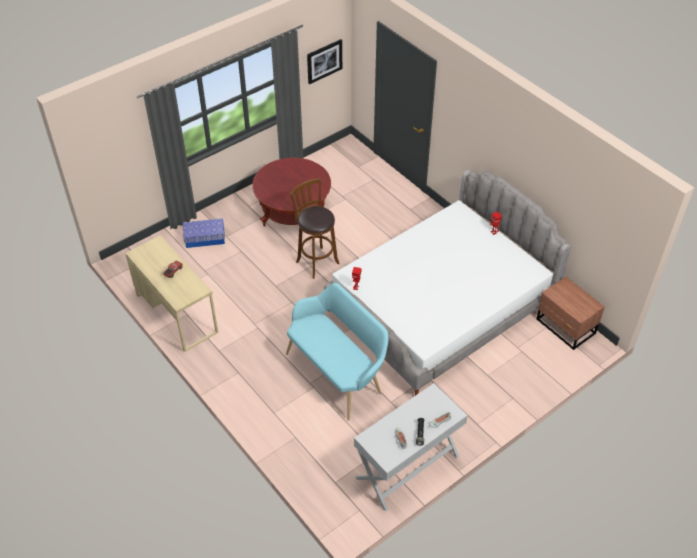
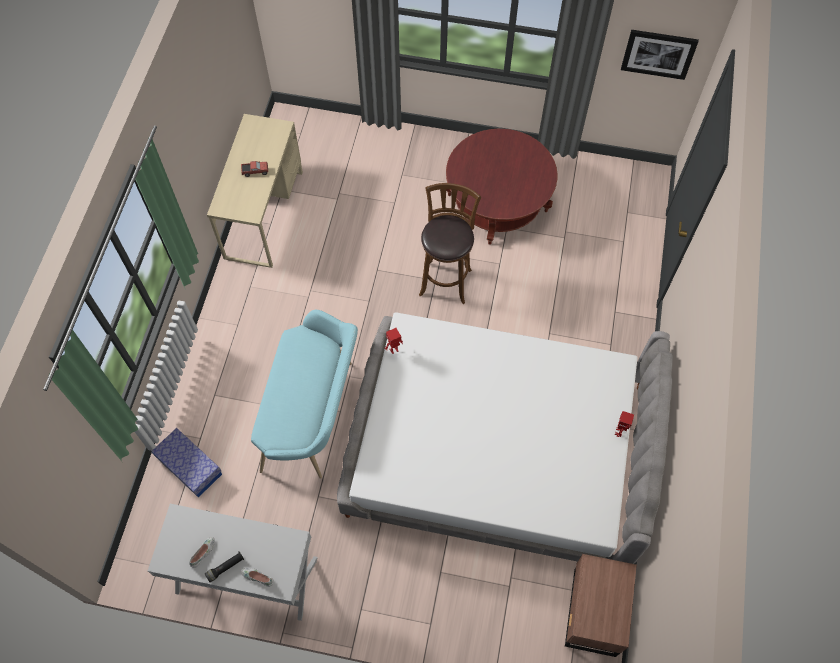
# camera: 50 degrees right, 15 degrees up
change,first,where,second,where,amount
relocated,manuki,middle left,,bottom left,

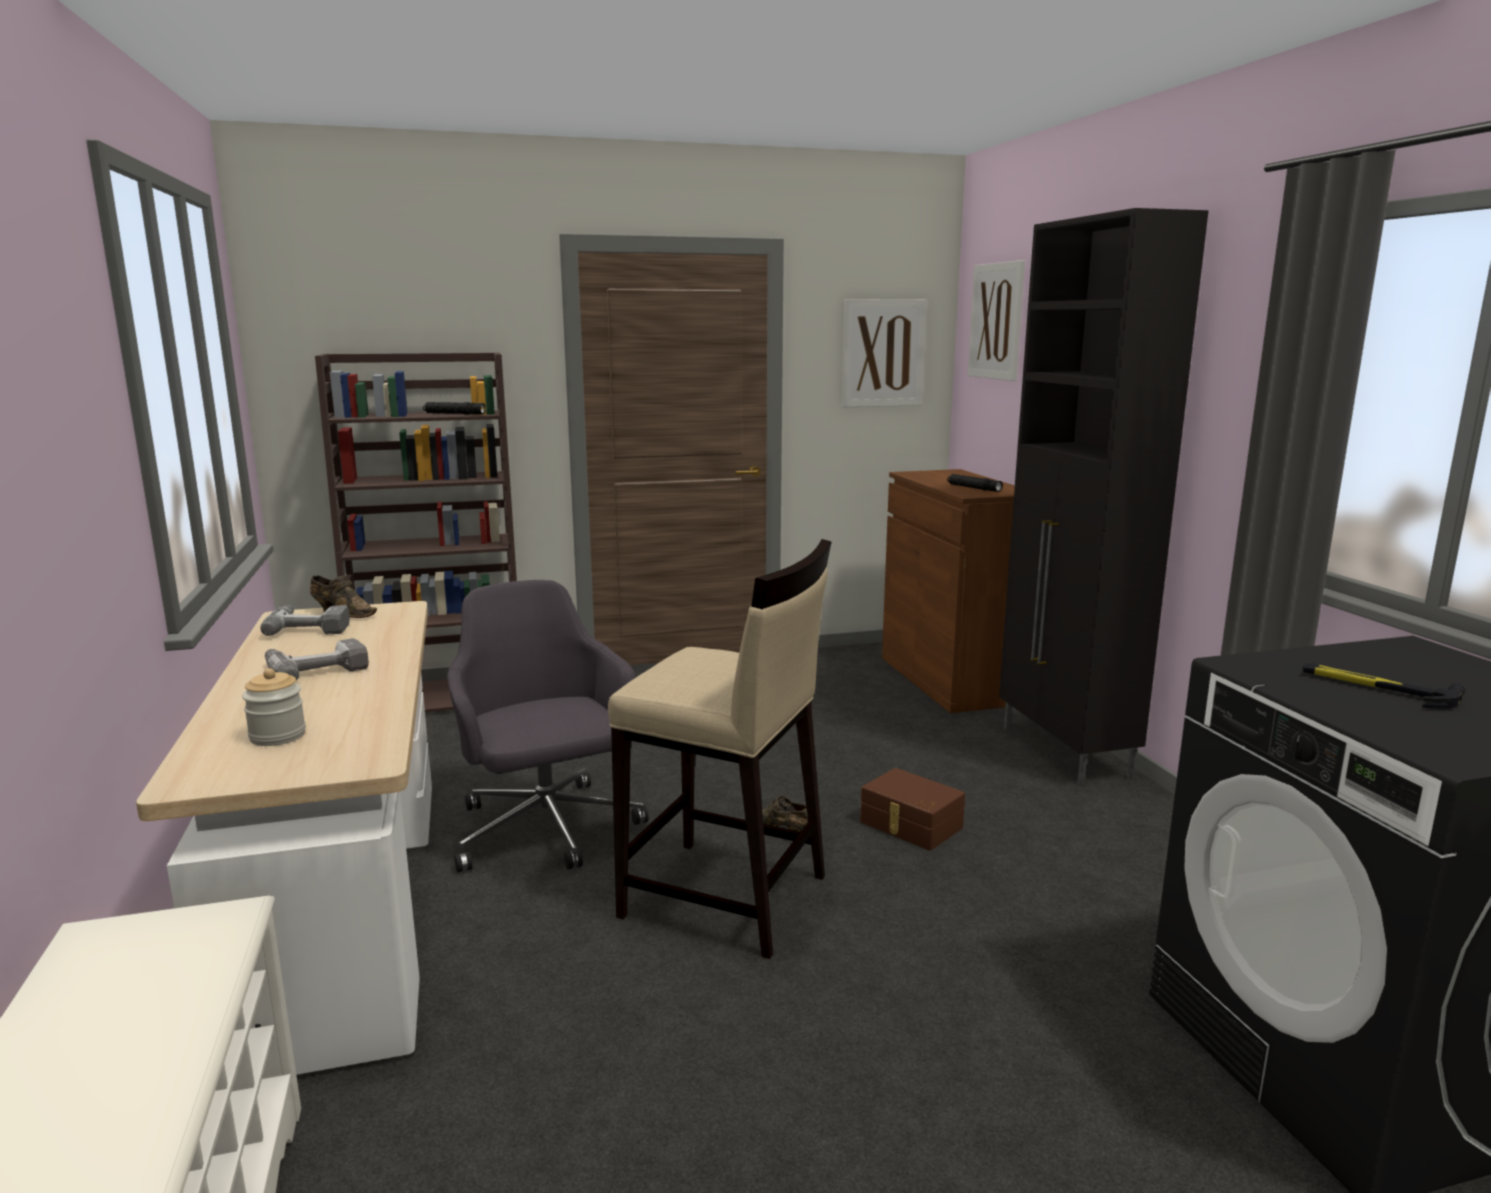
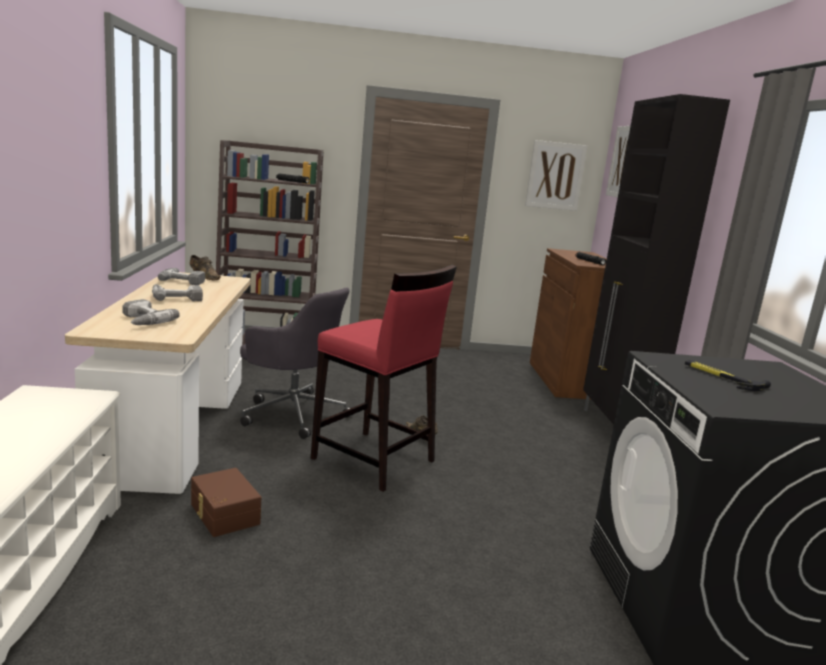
# camera: 10 degrees right, 0 degrees up
change,first,where,second,where,amount
relocated,brown_manuki,bottom centre,,bottom left,
exchanged,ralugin,middle left,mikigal (no. 1 from left),middle left,
colour,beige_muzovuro,centre,red_muzovuro,centre,
spun,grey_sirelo,centre,,centre,135 degrees clockwise

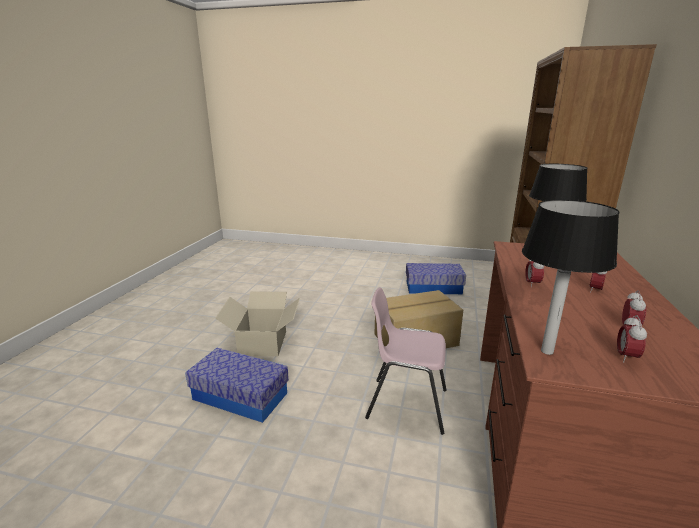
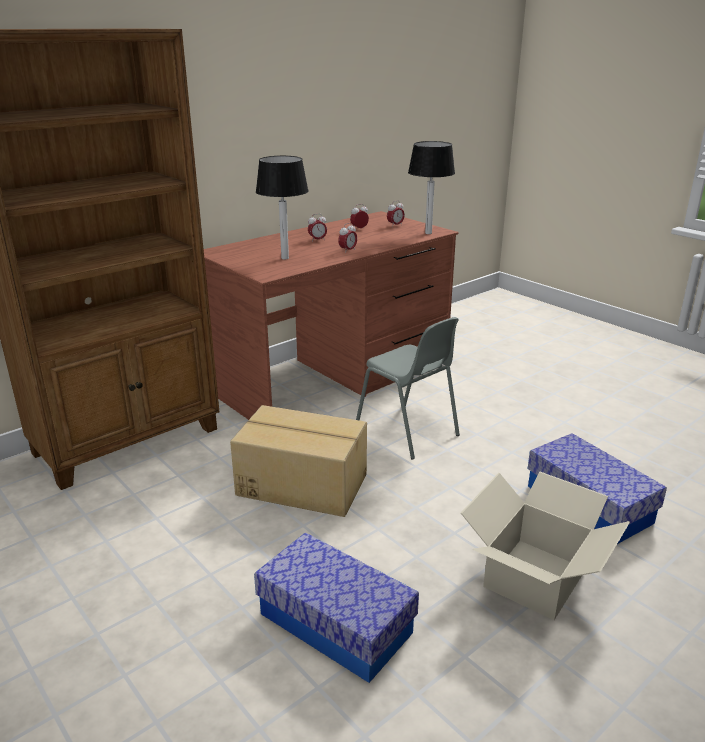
# camera: 145 degrees left, 5 degrees up
change,first,where,second,where,amount
relocated,manuki (no. 2 from left in the first image),centre,manuki (no. 1 from left),bottom centre,
colour,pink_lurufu,bottom centre,grey_lurufu,centre,

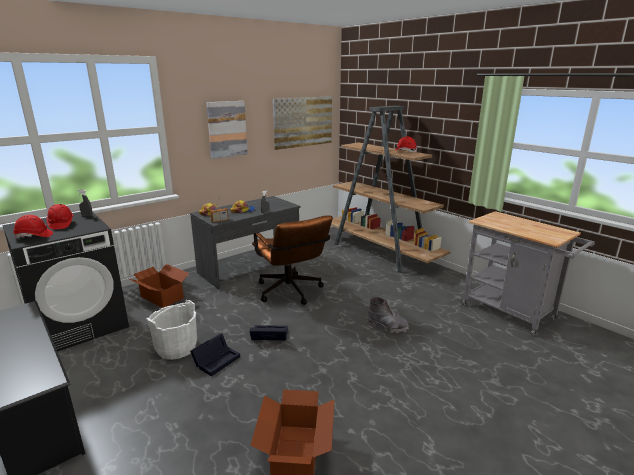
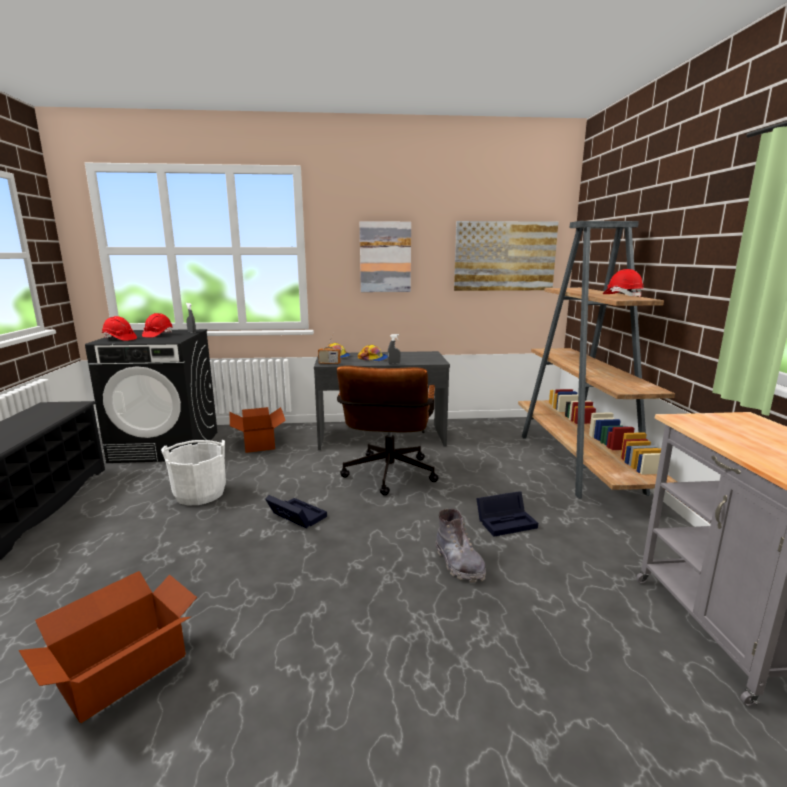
# camera: 35 degrees right, 5 degrees down
change,first,where,second,where,amount
relocated,black_manuki (no. 1 from left in the first image),bottom centre,black_manuki (no. 2 from left),centre,

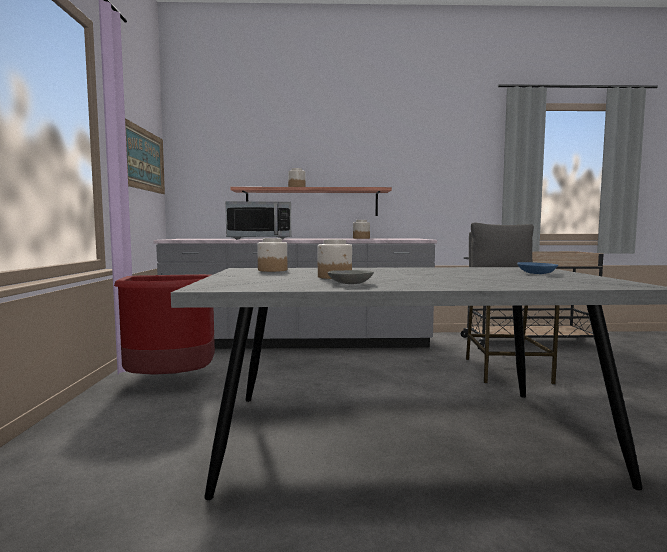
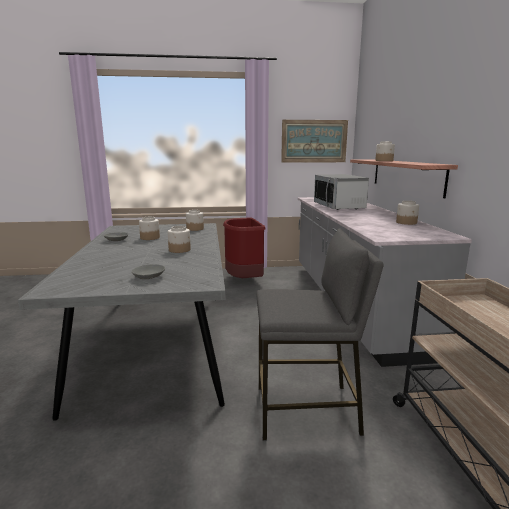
# camera: 85 degrees right, 10 degrees up
change,first,where,second,where,amount
appeared,,,ralugin (no. 2 from left),centre,
colour,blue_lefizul,middle right,grey_lefizul (no. 2 from left),middle left,

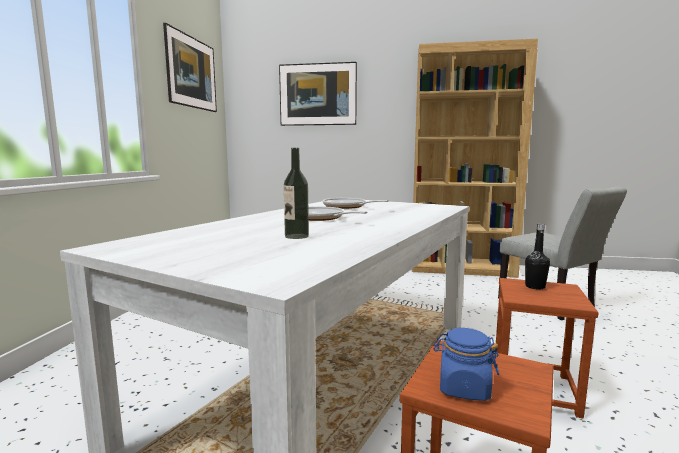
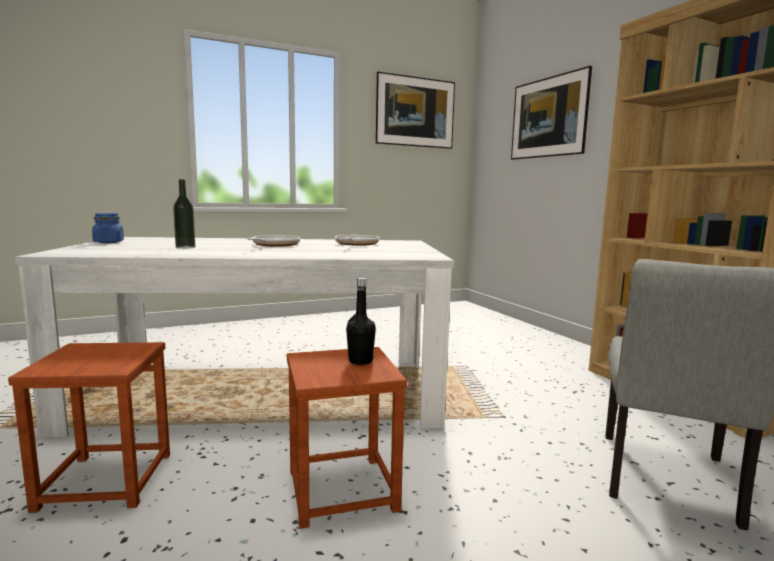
# camera: 55 degrees right, 0 degrees up
change,first,where,second,where,amount
relocated,blue_ralugin,bottom right,,middle left,

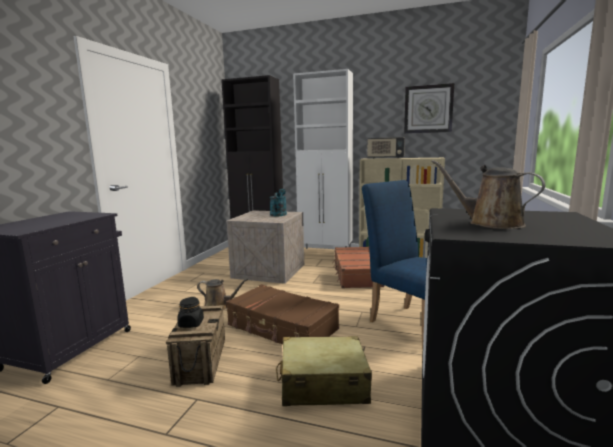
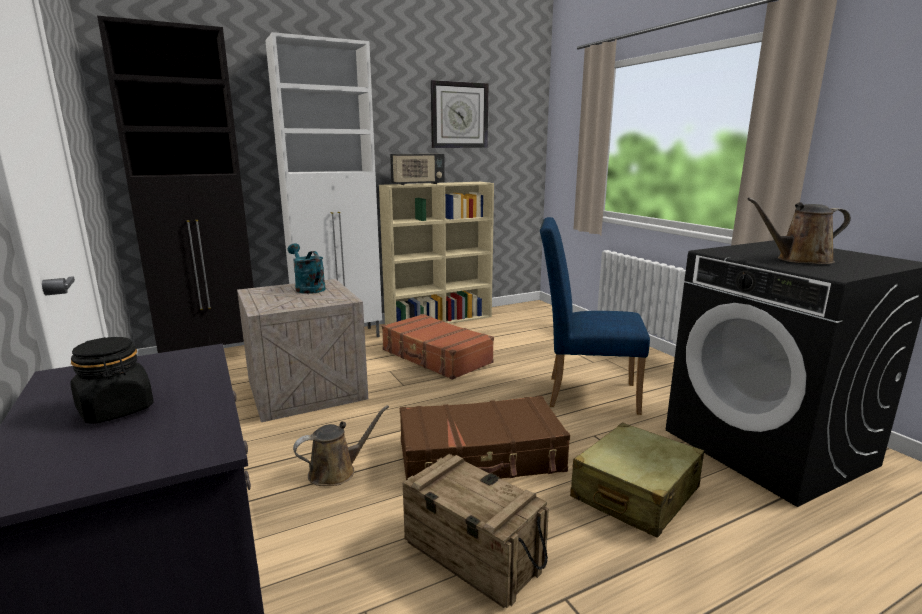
# camera: 45 degrees left, 5 degrees up
change,first,where,second,where,amount
relocated,black_ralugin,bottom left,,middle left,

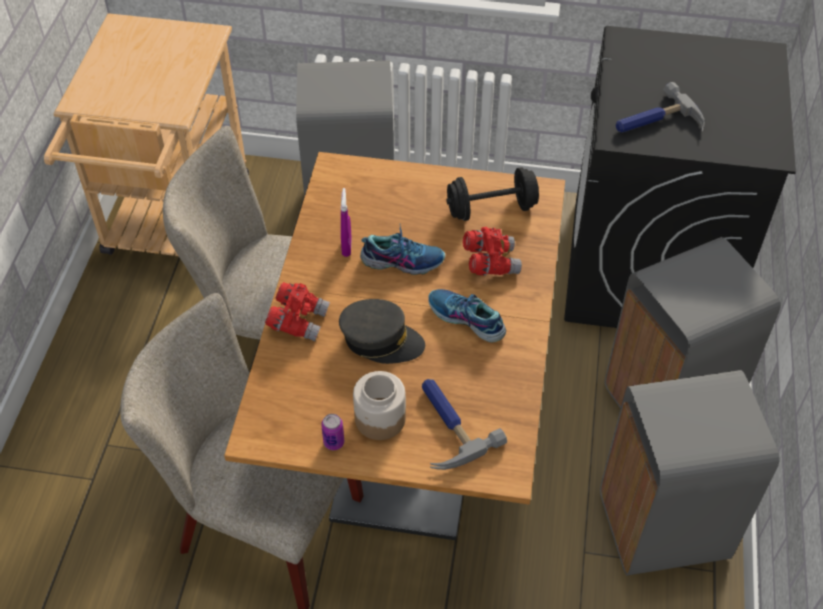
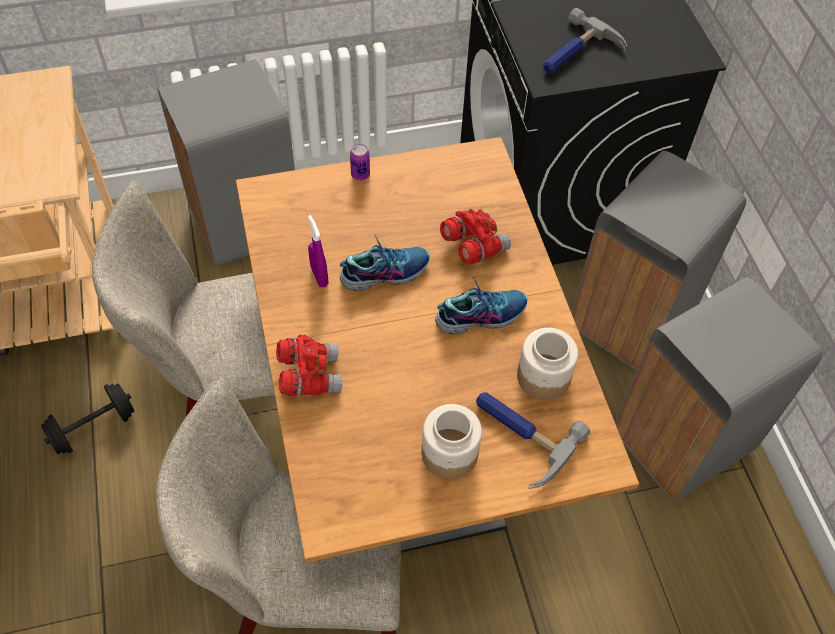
# camera: 25 degrees left, 5 degrees up
change,first,where,second,where,amount
missing,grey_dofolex,centre,,,
appeared,,,ralugin (no. 2 from left),centre,
relocated,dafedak,bottom centre,,top centre,
relocated,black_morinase,top centre,,middle left,
spun,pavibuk (no. 2 from left),centre,,centre,150 degrees clockwise

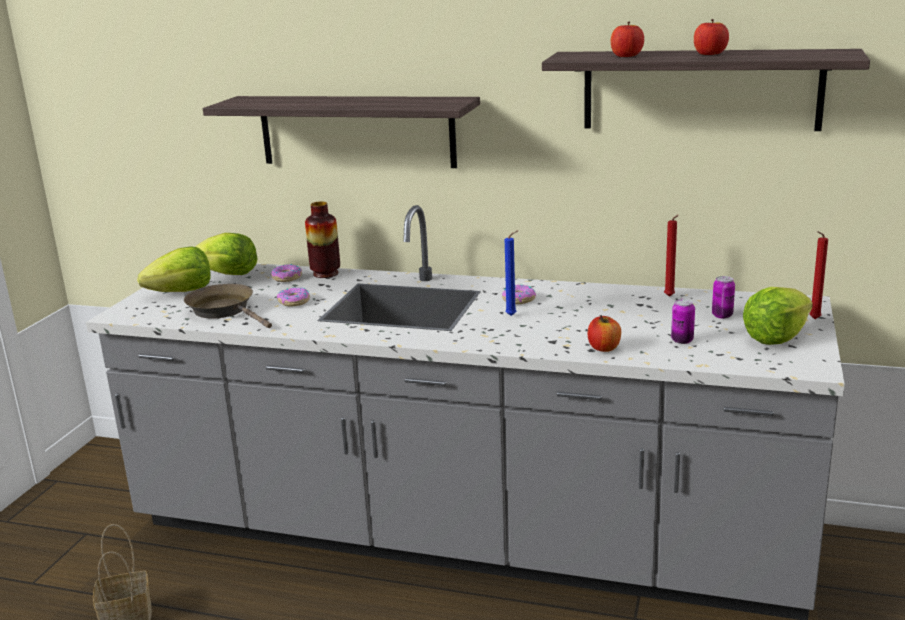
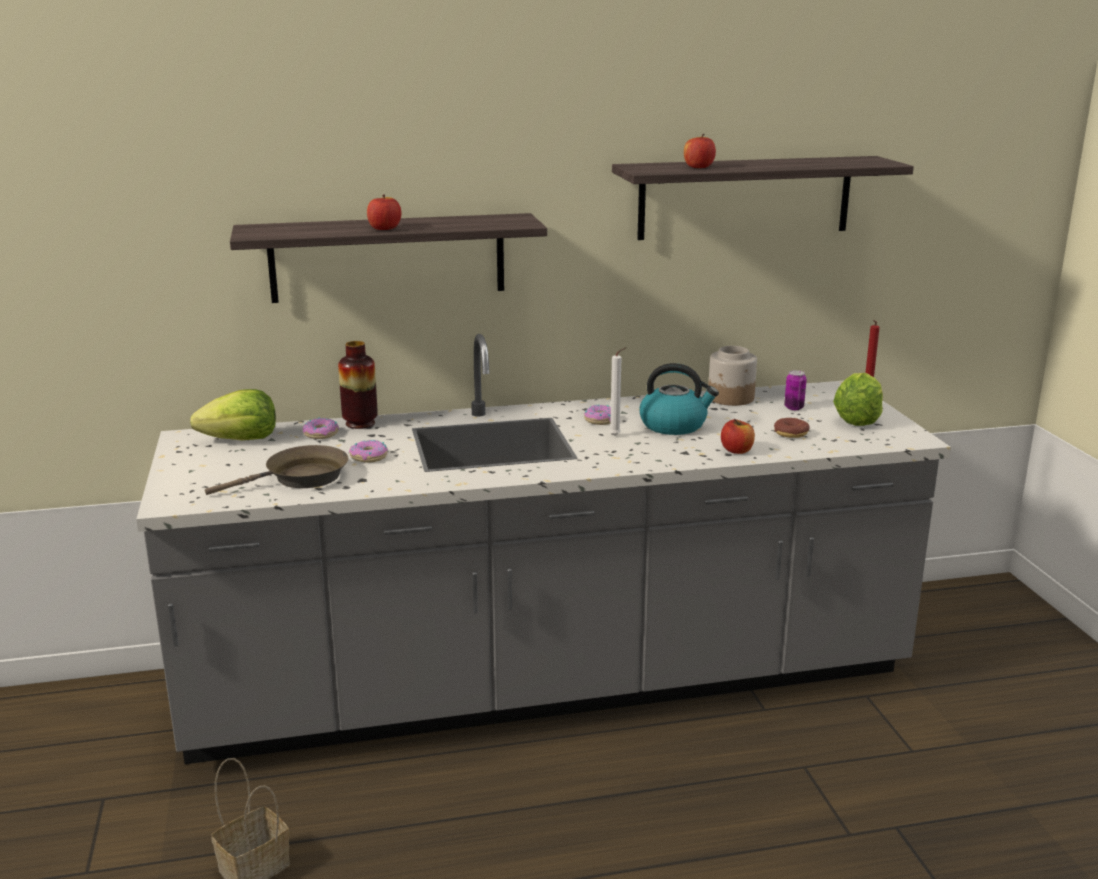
# camera: 30 degrees left, 0 degrees up
change,first,where,second,where,amount
missing,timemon (no. 1 from left),middle left,,,
appeared,,,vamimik,centre,
relocated,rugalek (no. 3 from left in the first image),top right,rugalek (no. 1 from left),top centre,
exchanged,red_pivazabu (no. 1 from left),middle right,ralugin,middle right,
exchanged,dafedak (no. 1 from left),middle right,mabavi (no. 4 from left),middle right,
colour,blue_pivazabu,centre,white_pivazabu,centre,
spun,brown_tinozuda,middle left,,middle left,135 degrees clockwise

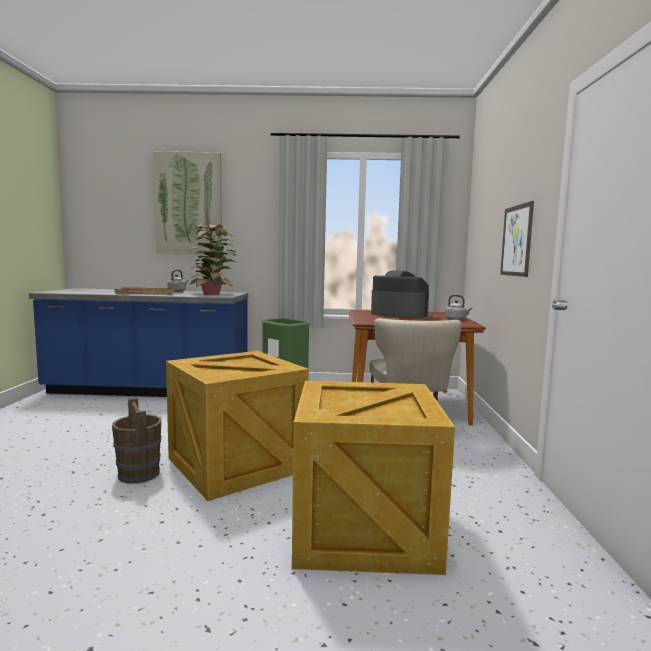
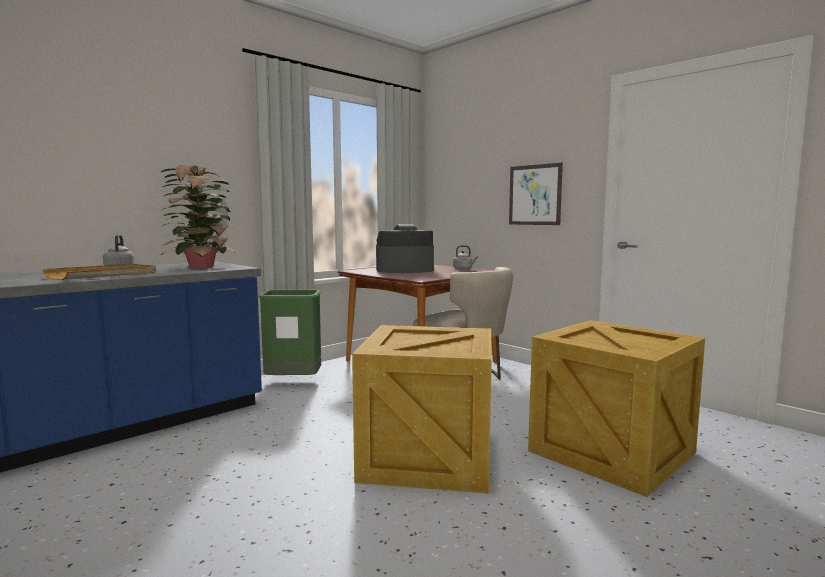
# camera: 45 degrees left, 0 degrees up
change,first,where,second,where,amount
missing,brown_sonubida,bottom left,,,
missing,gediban (no. 1 from left),top left,,,

